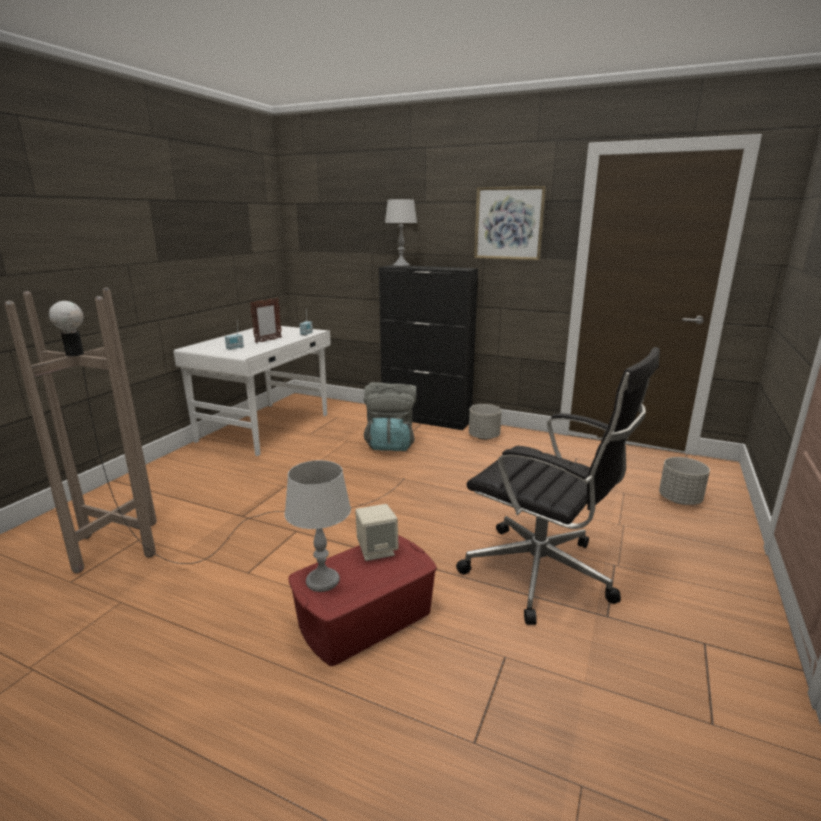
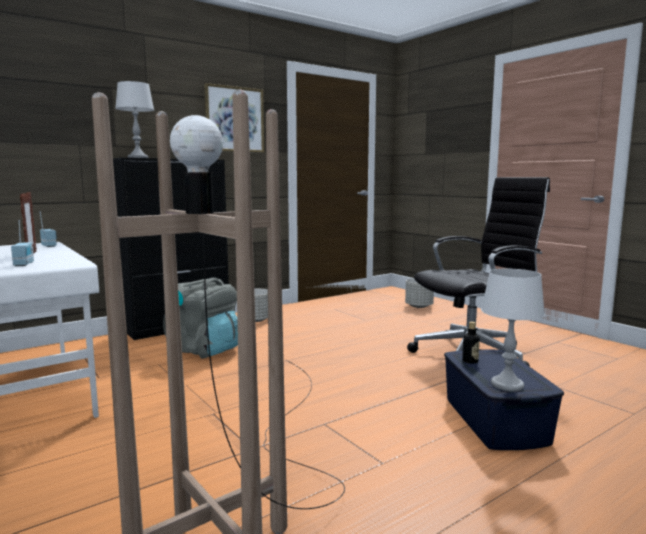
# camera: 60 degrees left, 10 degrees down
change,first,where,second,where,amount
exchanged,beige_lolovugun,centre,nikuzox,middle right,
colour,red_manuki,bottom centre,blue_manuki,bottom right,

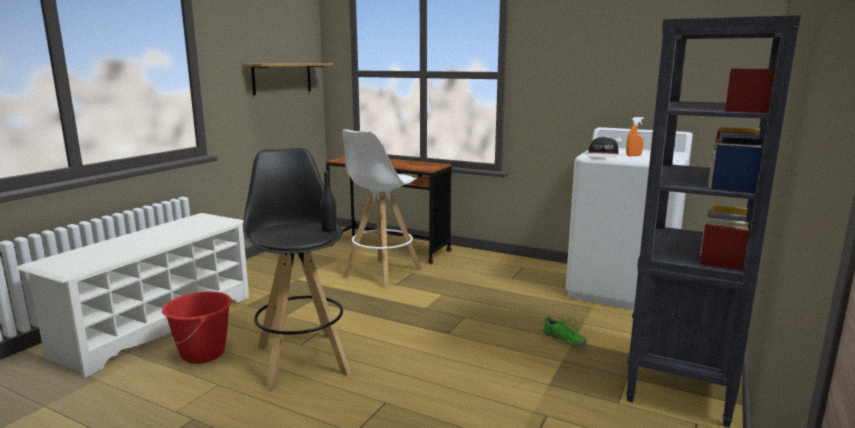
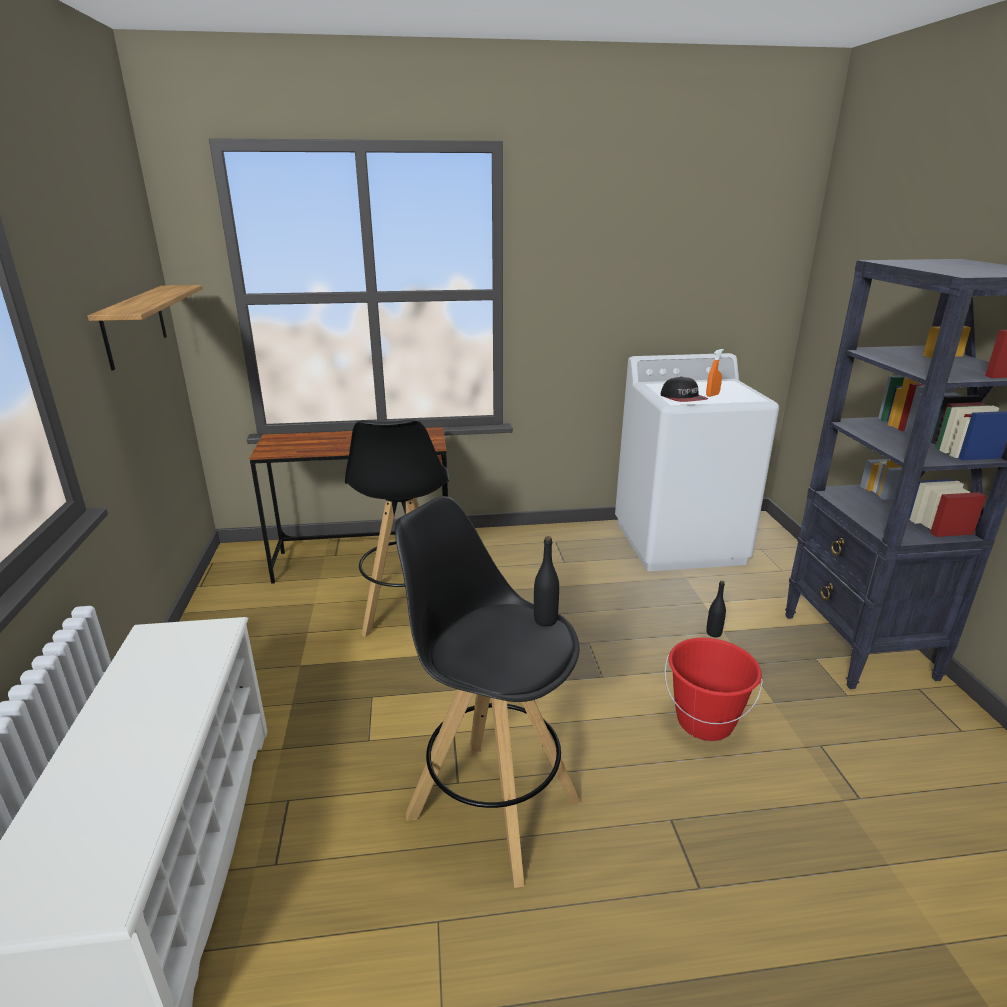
# camera: 35 degrees left, 10 degrees up
change,first,where,second,where,amount
relocated,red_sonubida,bottom left,,bottom right,
exchanged,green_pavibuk,bottom centre,black_nikuzox (no. 2 from left),middle right,
colour,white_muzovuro,centre,black_muzovuro (no. 1 from left),centre,

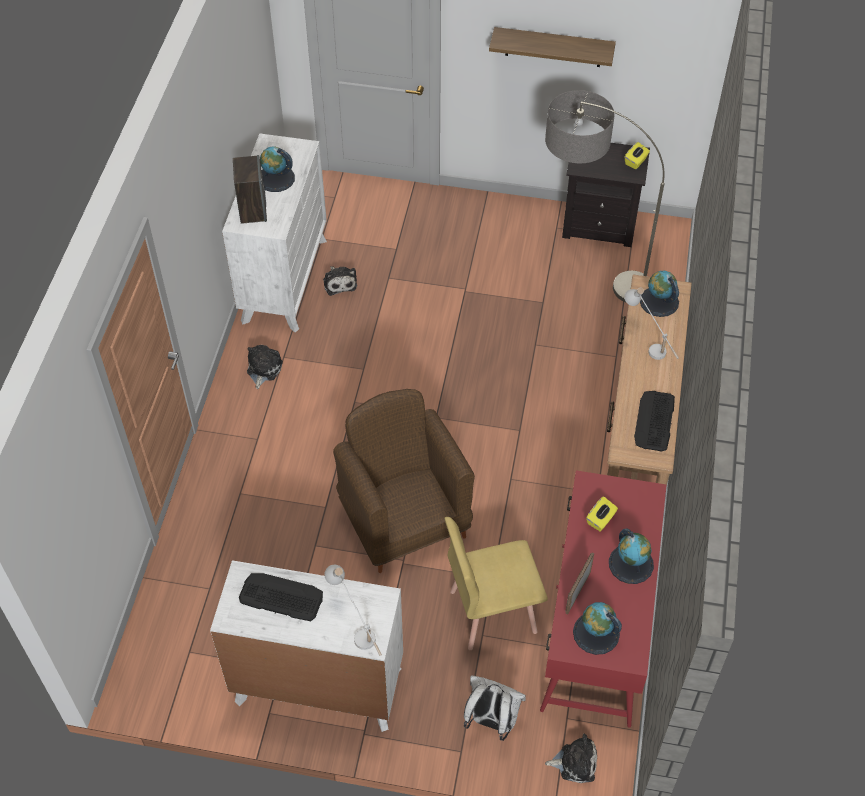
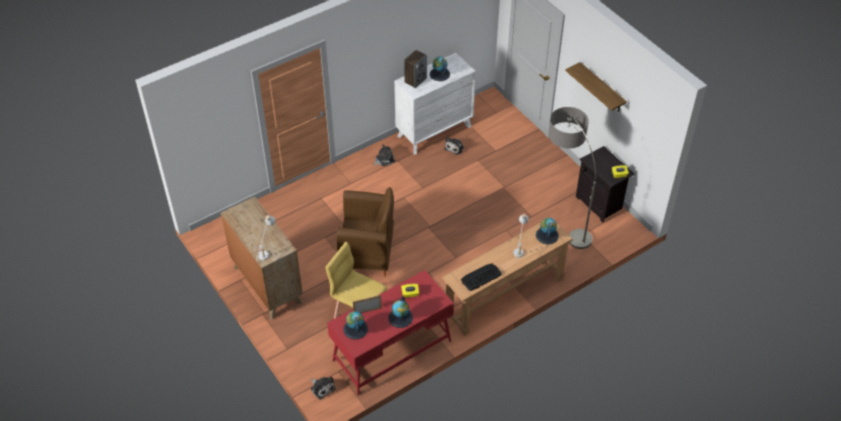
# camera: 45 degrees right, 5 degrees down
change,first,where,second,where,amount
missing,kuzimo (no. 1 from left),bottom left,,,
missing,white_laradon,bottom centre,,,
colour,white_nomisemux (no. 2 from left),bottom centre,brown_nomisemux,middle left,
spun,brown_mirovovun,centre,,centre,75 degrees clockwise

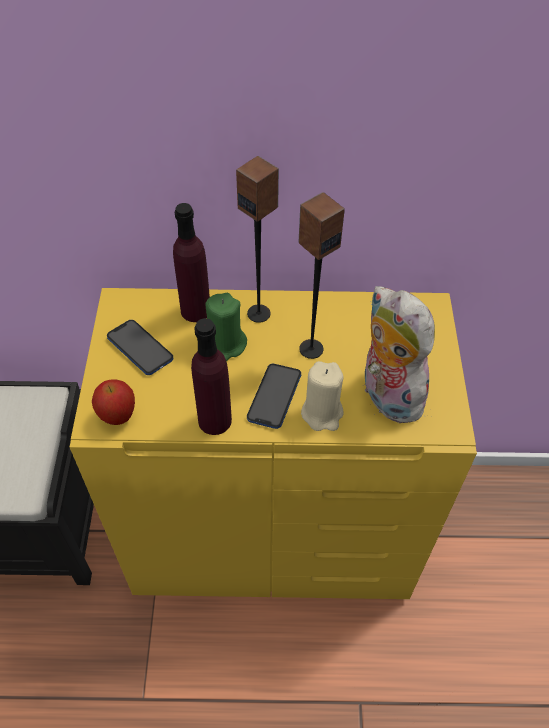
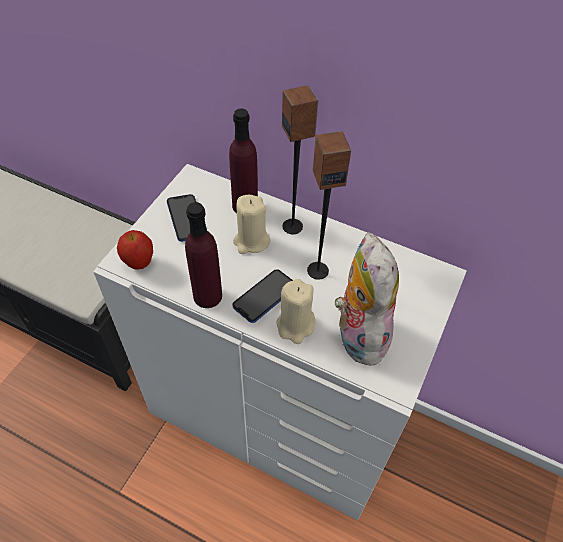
# camera: 25 degrees right, 0 degrees up
change,first,where,second,where,amount
colour,yellow_nomisemux,centre,white_nomisemux,centre,
colour,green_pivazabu,centre,beige_pivazabu (no. 1 from left),centre,

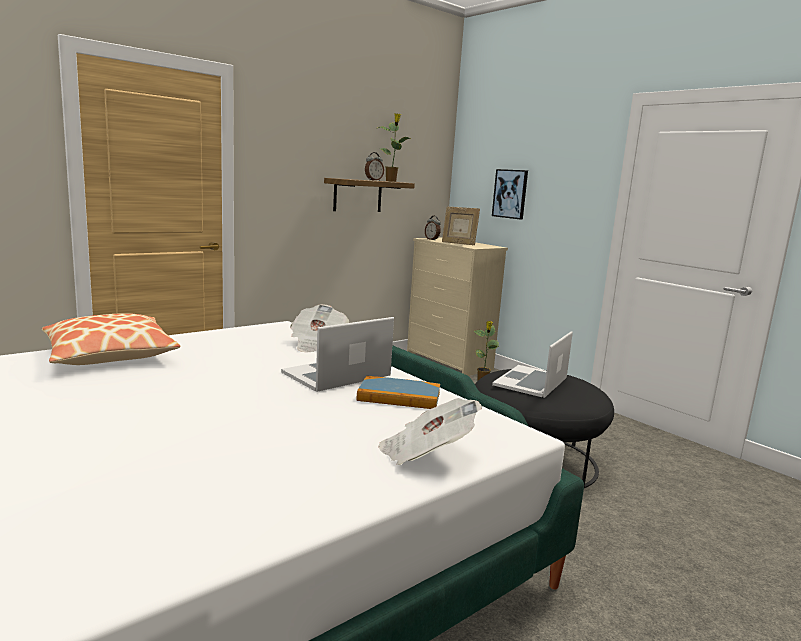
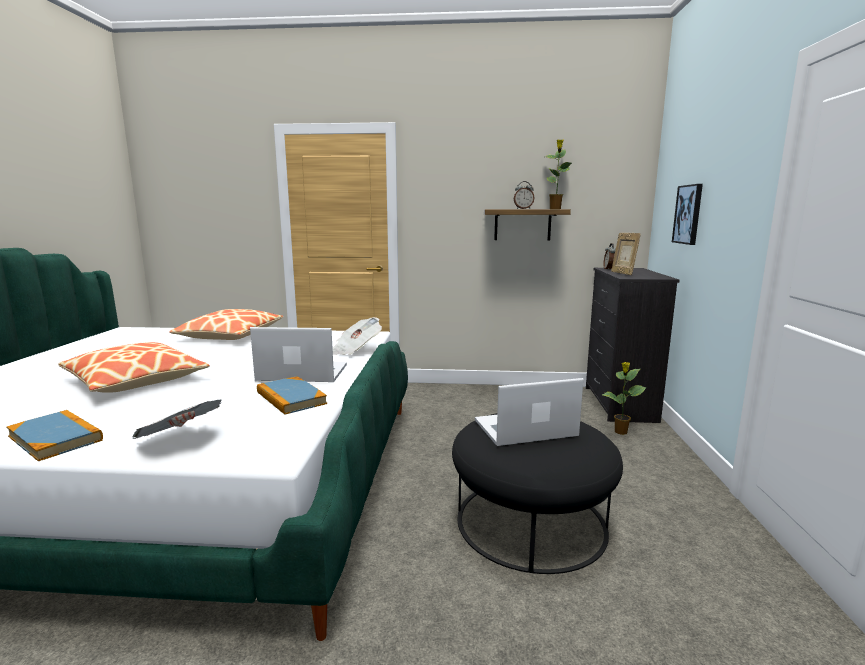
# camera: 45 degrees right, 0 degrees up
change,first,where,second,where,amount
appeared,,,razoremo (no. 1 from left),middle left,
appeared,,,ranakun (no. 1 from left),middle left,
colour,beige_nomisemux,centre,black_nomisemux,middle right,

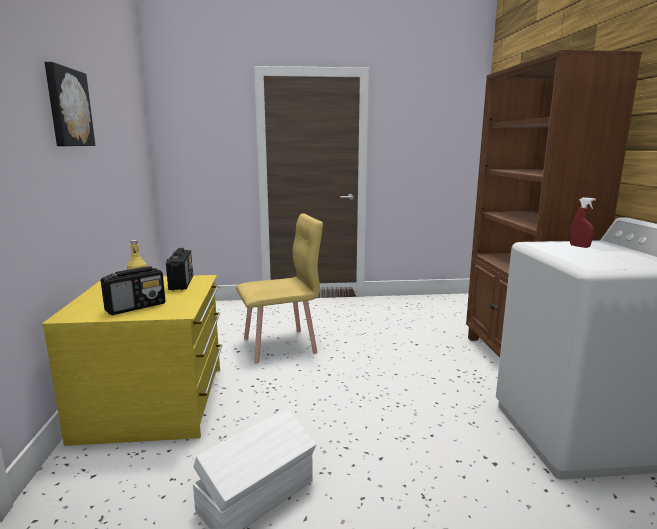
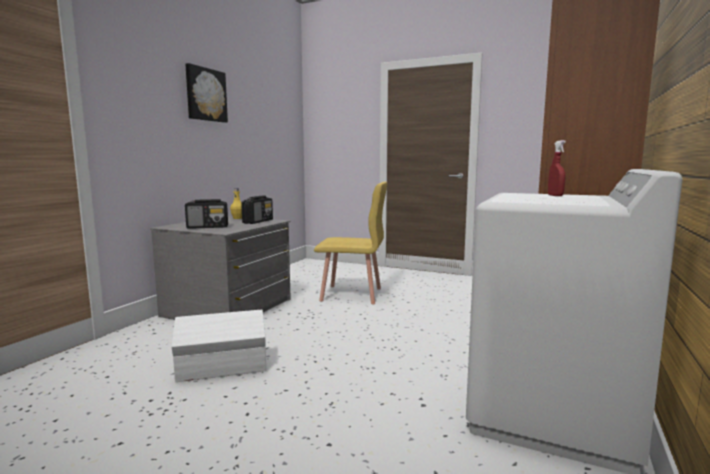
# camera: 30 degrees right, 5 degrees down
change,first,where,second,where,amount
colour,yellow_nomisemux,bottom left,grey_nomisemux,middle left,

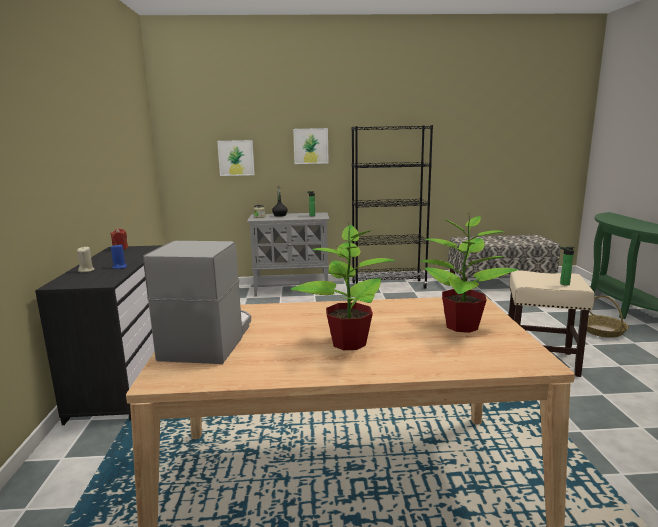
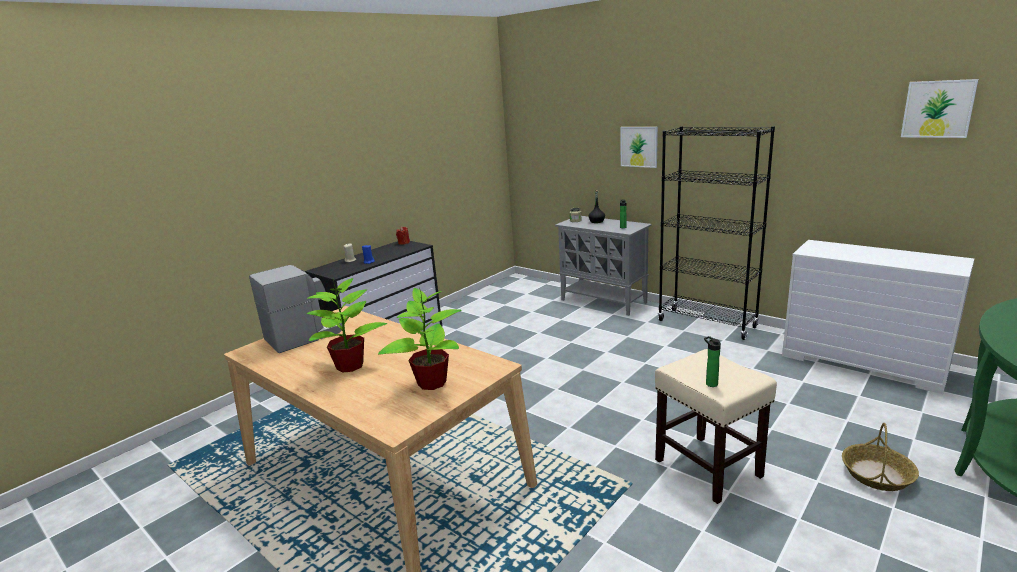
# camera: 45 degrees right, 5 degrees up
change,first,where,second,where,amount
relocated,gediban (no. 1 from left in the first image),top centre,gediban (no. 2 from left),top right,
exchanged,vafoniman,middle right,white_nomisemux,middle right,

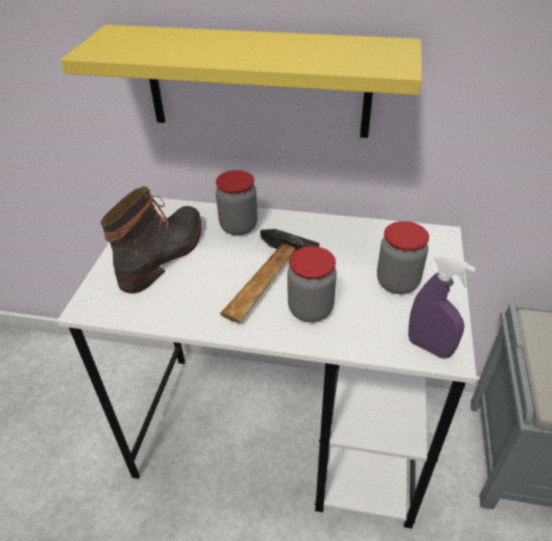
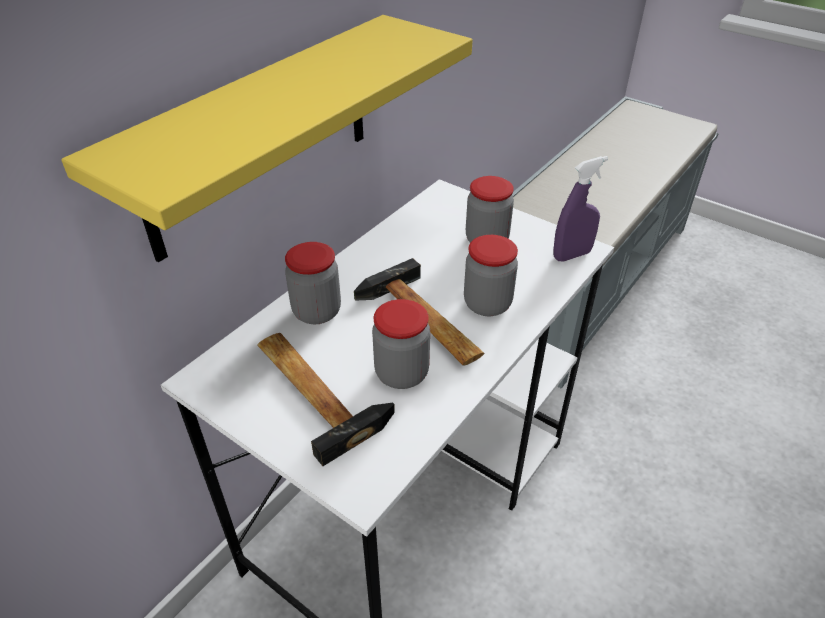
# camera: 65 degrees left, 0 degrees up
change,first,where,second,where,amount
appeared,,,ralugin (no. 2 from left),centre,
exchanged,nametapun,middle left,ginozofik (no. 1 from left),centre,

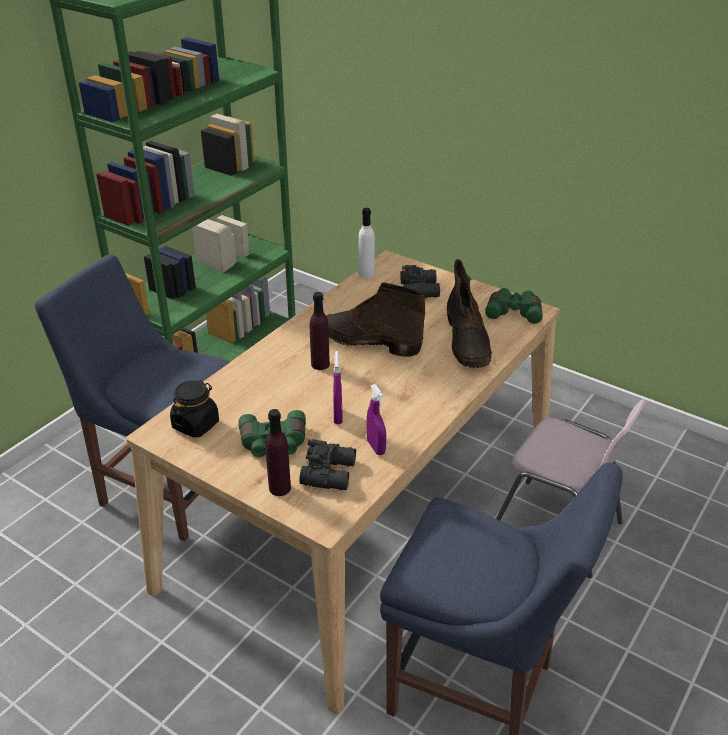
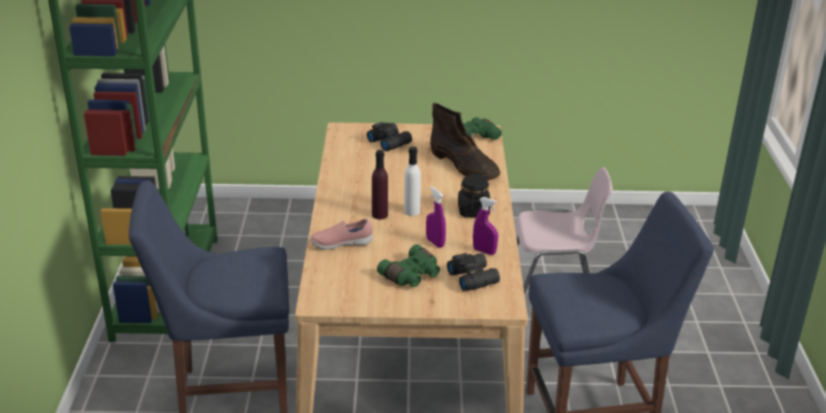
# camera: 35 degrees left, 5 degrees down
change,first,where,second,where,amount
missing,purple_nikuzox (no. 1 from left),centre,,,
missing,brown_nametapun (no. 1 from left),centre,,,
appeared,,,pink_pavibuk,centre,
relocated,black_ralugin,middle left,,centre,
relocated,white_nikuzox,top centre,,centre,

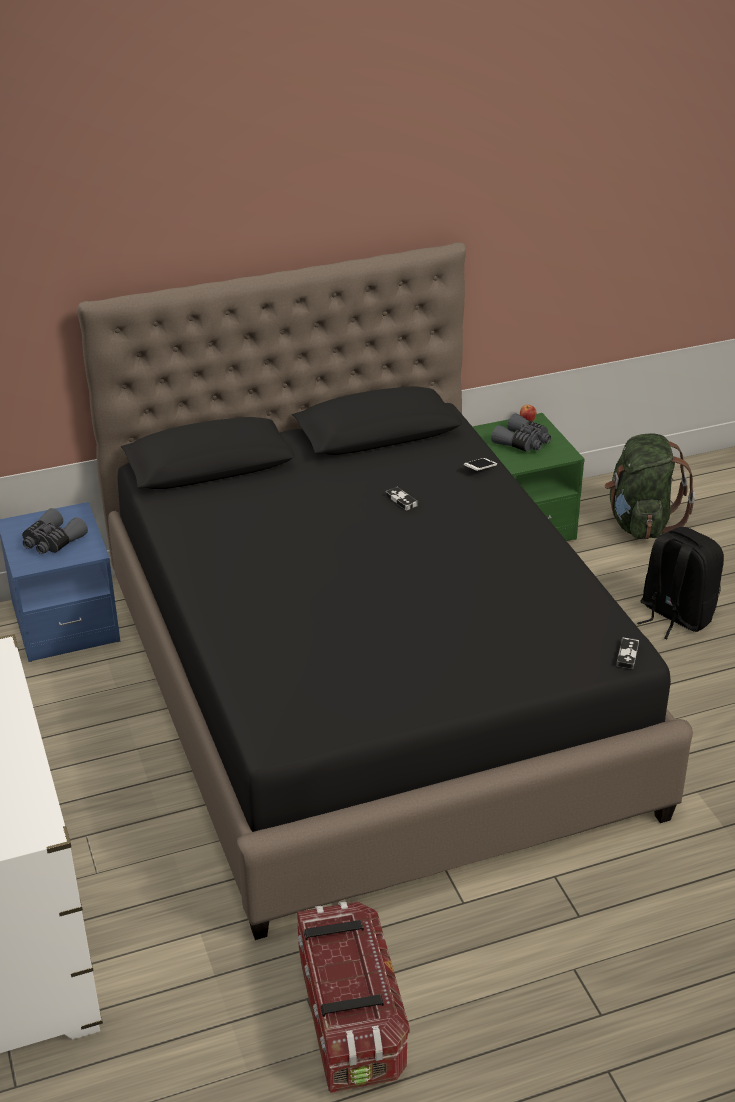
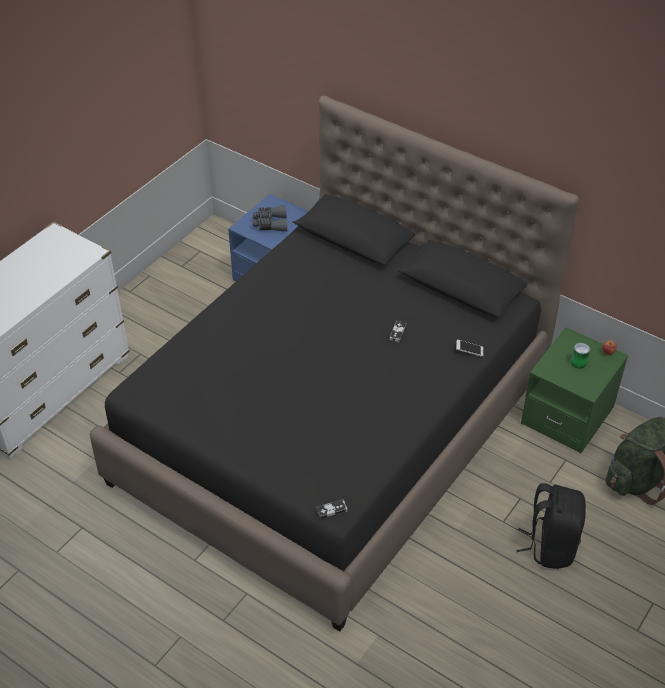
# camera: 55 degrees right, 10 degrees up
change,first,where,second,where,amount
missing,manuki,bottom centre,,,
exchanged,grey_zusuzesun (no. 2 from left),middle right,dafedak,middle right,

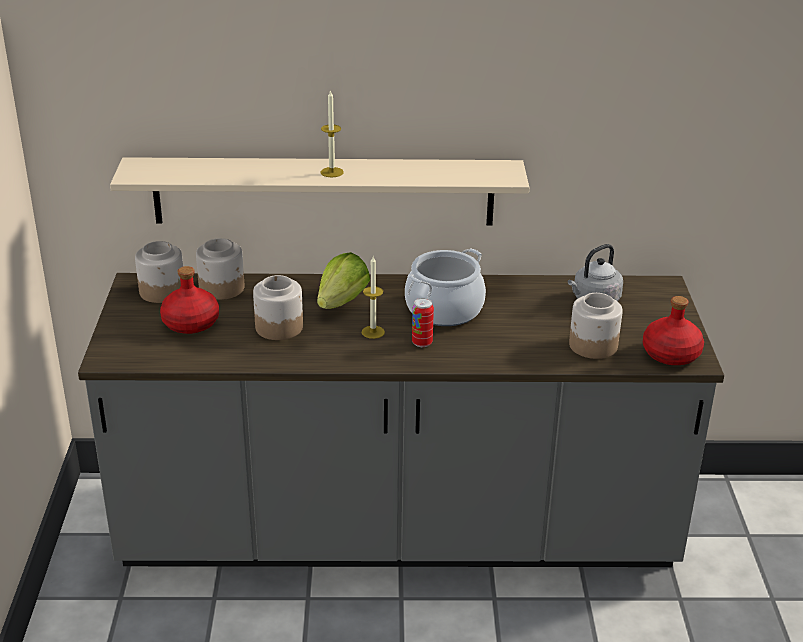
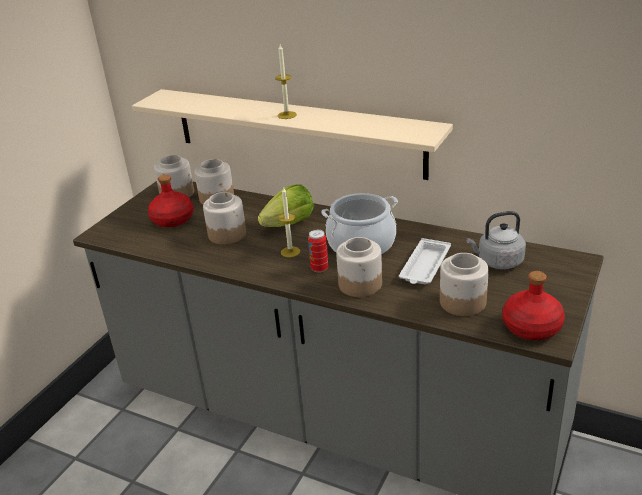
# camera: 30 degrees right, 0 degrees up
change,first,where,second,where,amount
appeared,,,ralugin (no. 4 from left),centre,
appeared,,,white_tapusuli,centre,

